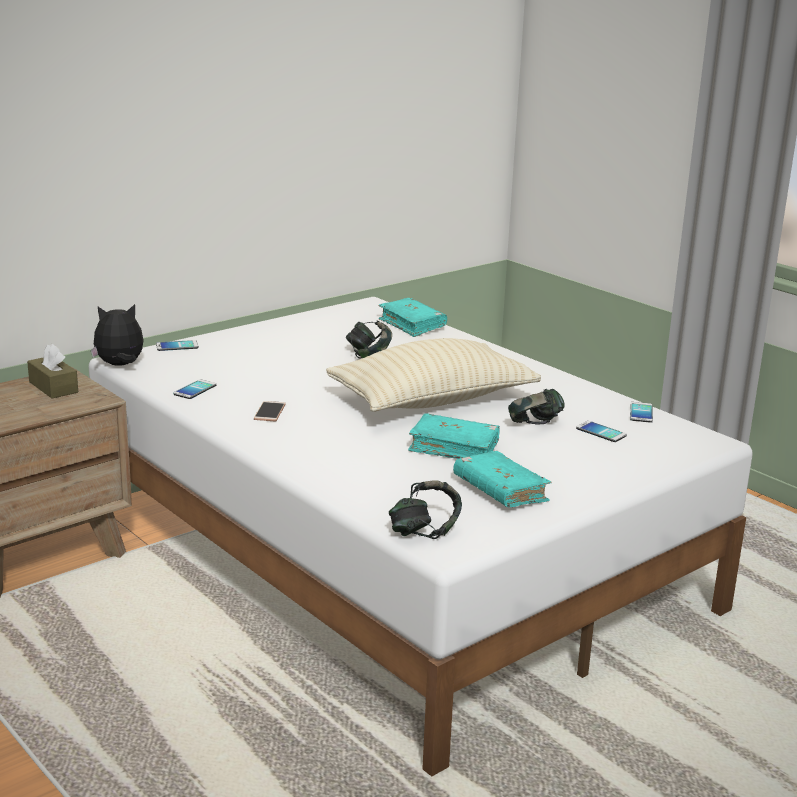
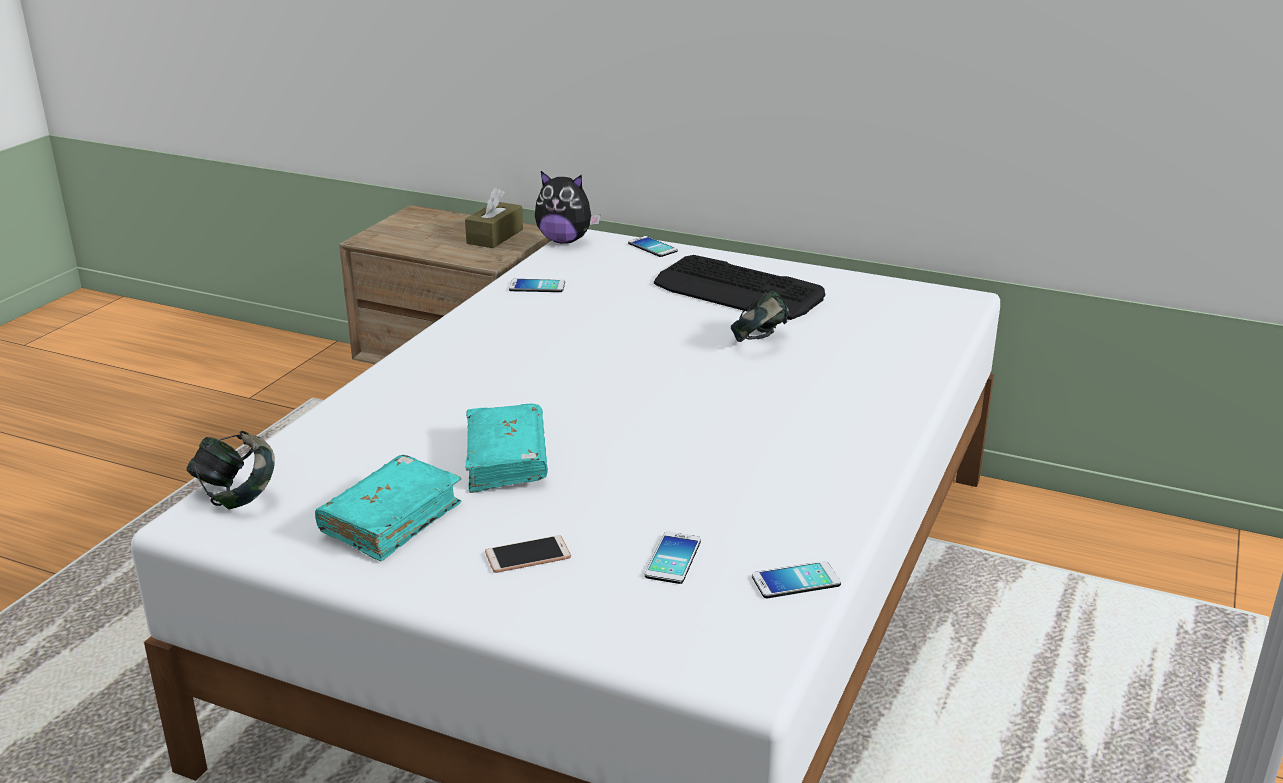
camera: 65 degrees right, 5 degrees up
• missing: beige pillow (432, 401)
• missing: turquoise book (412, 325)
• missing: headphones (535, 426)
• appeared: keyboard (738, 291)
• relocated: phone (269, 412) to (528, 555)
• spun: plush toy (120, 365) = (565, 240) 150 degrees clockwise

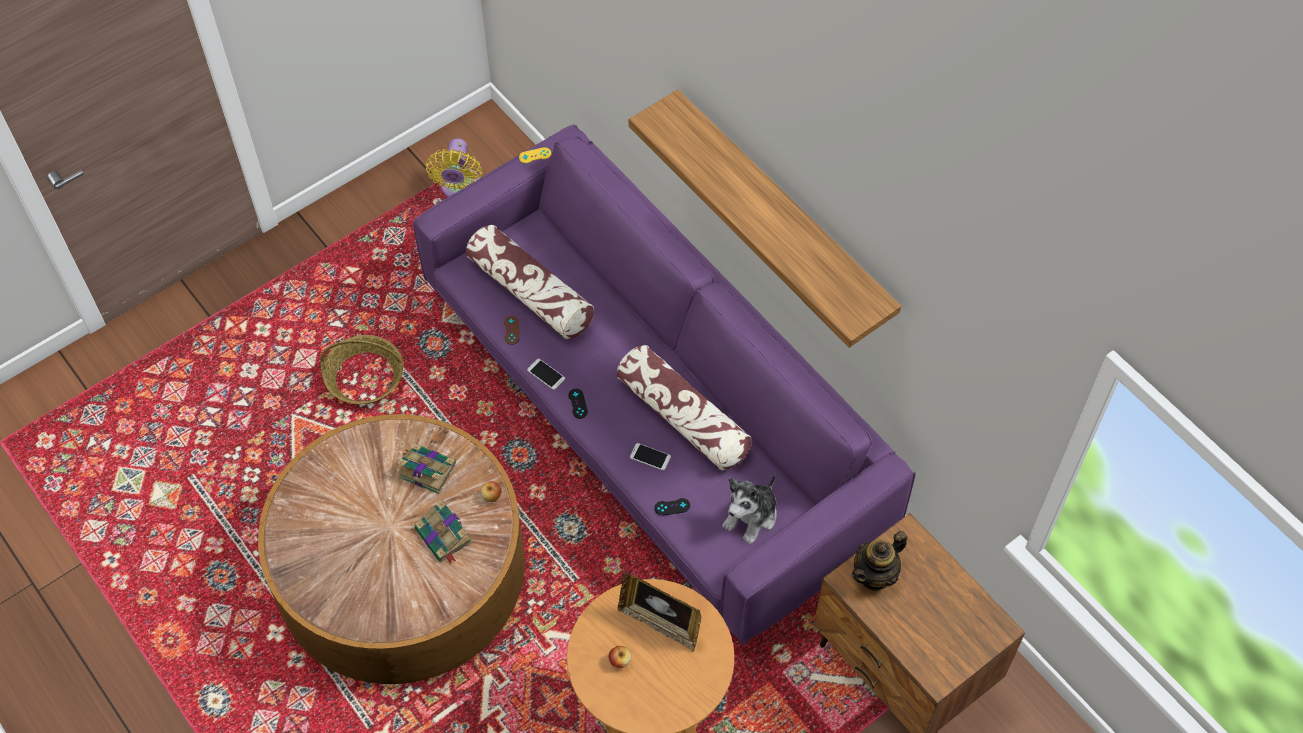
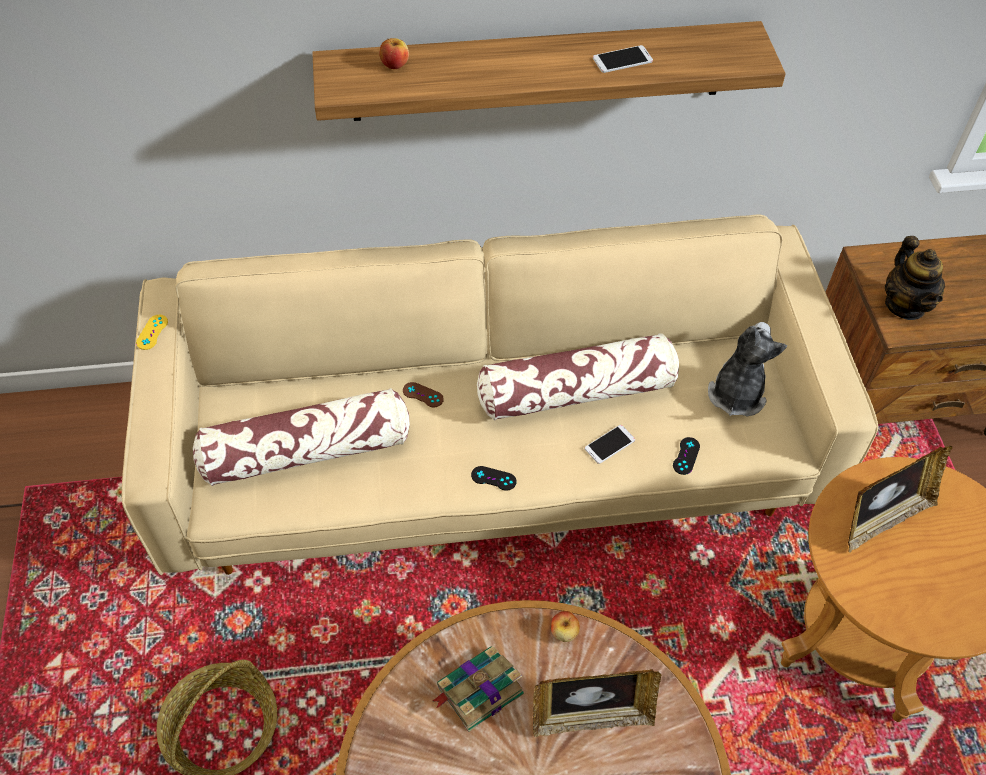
camera: 60 degrees left, 5 degrees down
• missing: yellow fan (460, 189)
• relocated: brown game controller (511, 330) to (423, 395)
• relocated: phone (546, 374) to (622, 60)
• relocated: apple (620, 660) to (394, 65)
• exchanged: book (444, 536) to picture frame (591, 718)
• colour: purple sofa (651, 416) to beige sofa (492, 455)
• spun: plush toy (751, 516) = (736, 393) 135 degrees counterclockwise

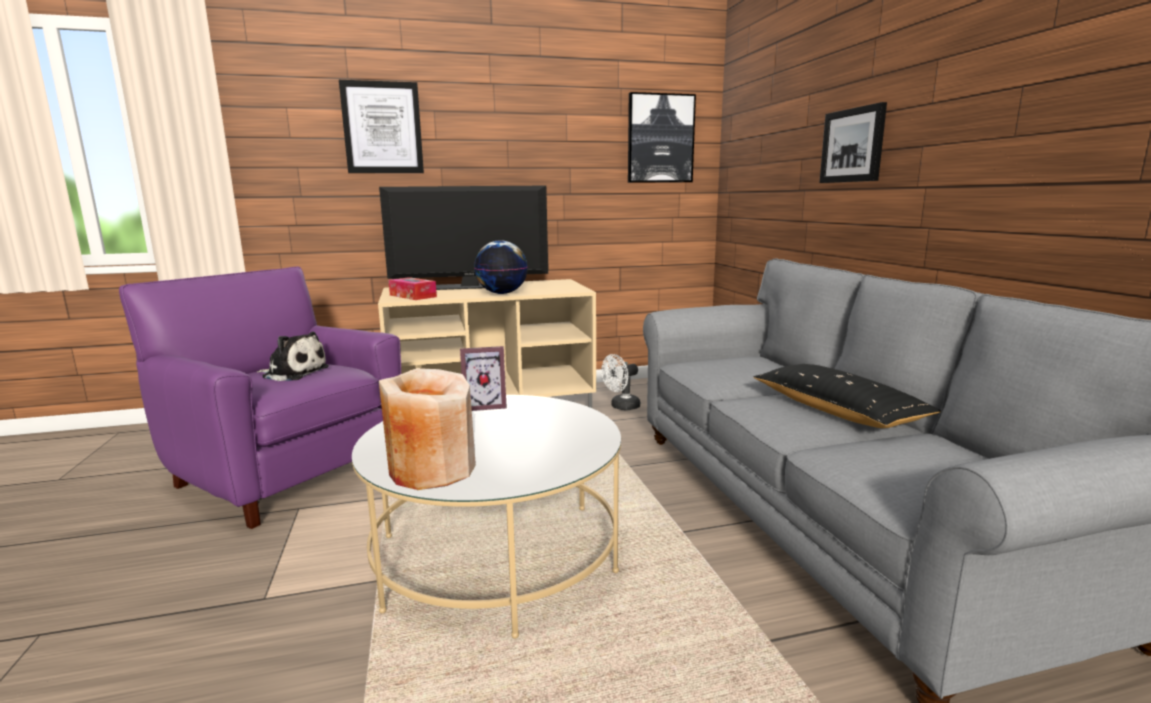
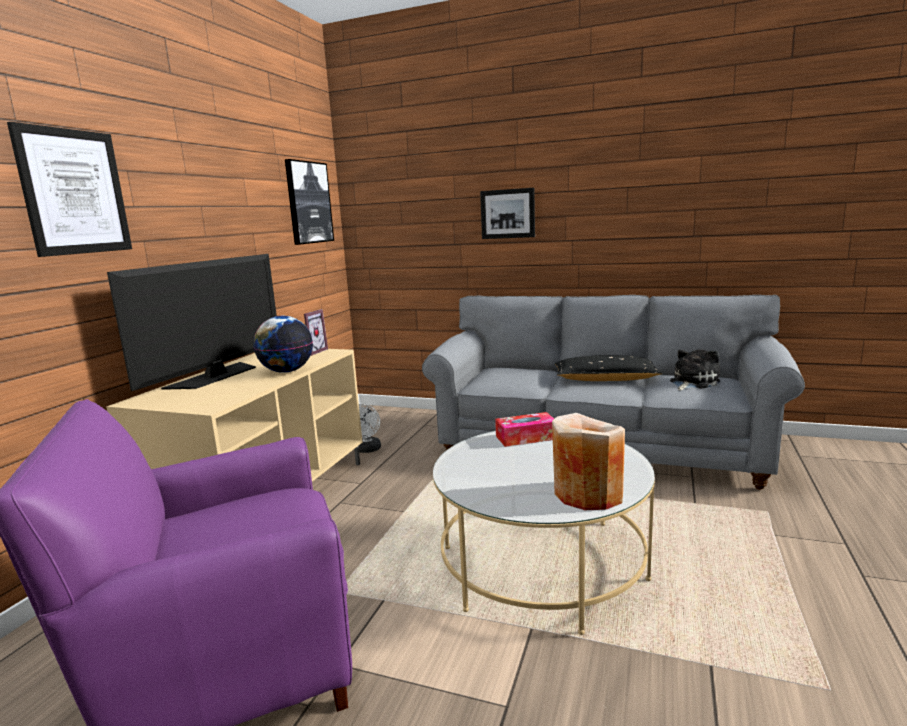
camera: 55 degrees left, 0 degrees up
• relocated: plush toy (293, 373) to (692, 382)
• relocated: tissue box (413, 296) to (526, 437)
• relocated: picture frame (484, 406) to (313, 352)

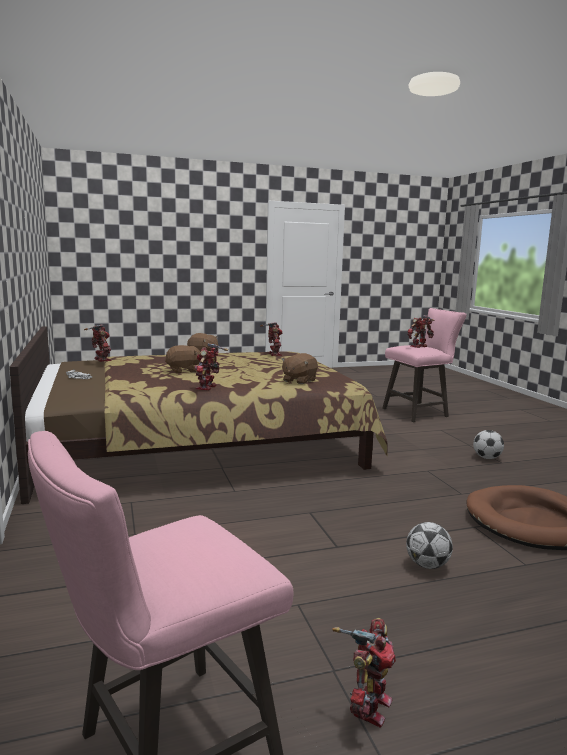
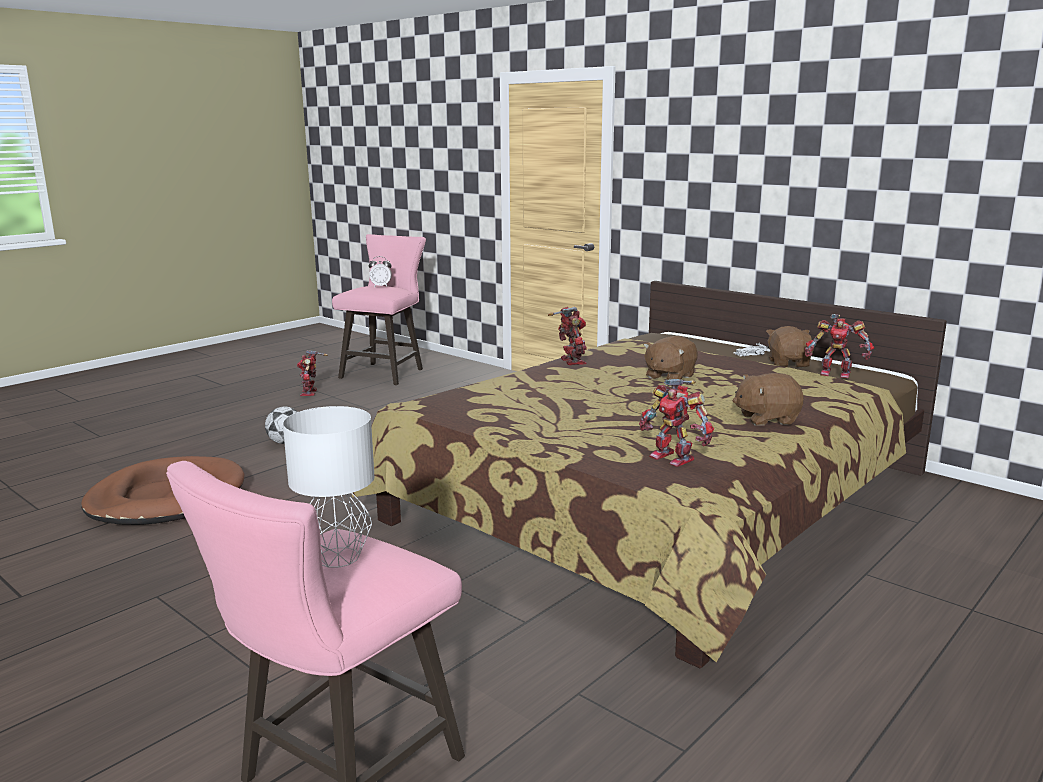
camera: 150 degrees right, 5 degrees up
• missing: football (487, 458)
• appeared: alarm clock (381, 286)
• relocated: brown plush toy (299, 381) to (789, 364)
• exchanged: toy robot (419, 346) to grey table lamp (337, 556)

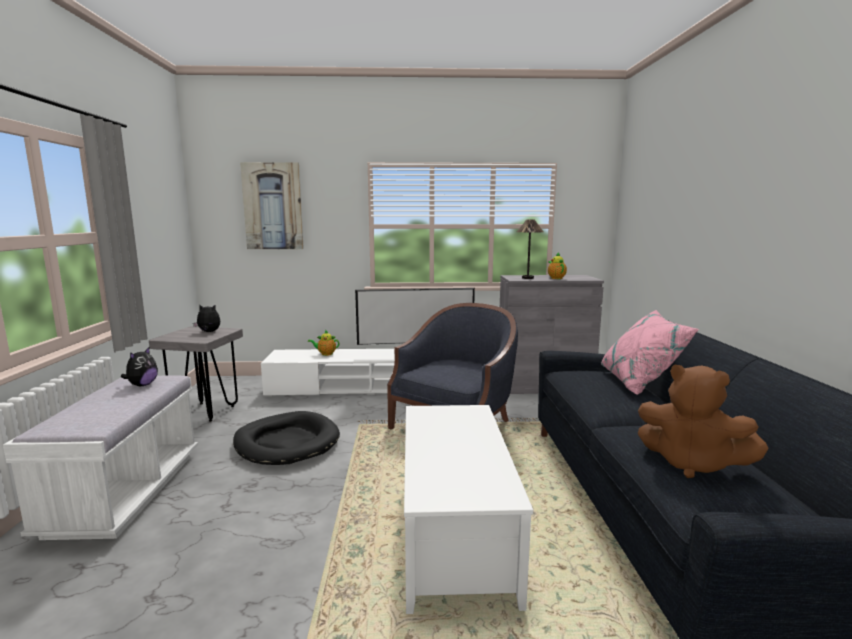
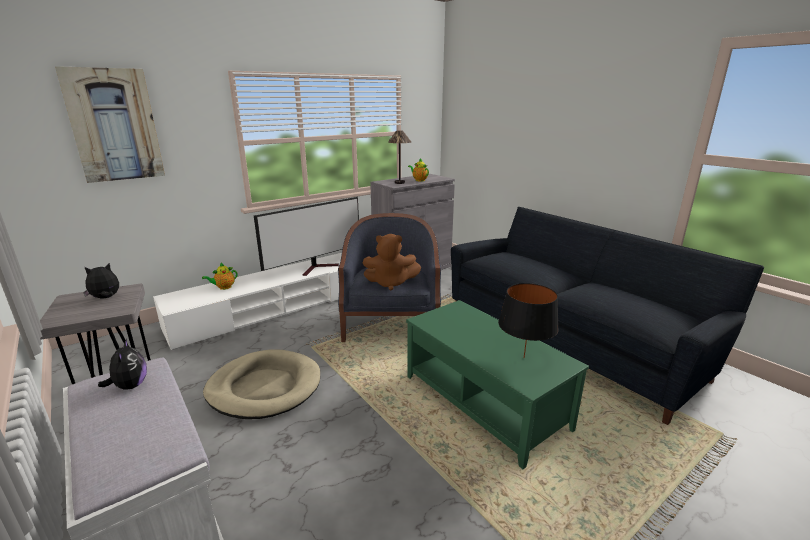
camera: 35 degrees left, 10 degrees up
• missing: pink pillow (640, 383)
• appeared: black table lamp (523, 357)
• relocated: brown plush toy (691, 463) to (390, 283)
• colour: black dog bed (287, 442) to beige dog bed (264, 387)
• colour: white coffee table (456, 531) to green coffee table (485, 401)

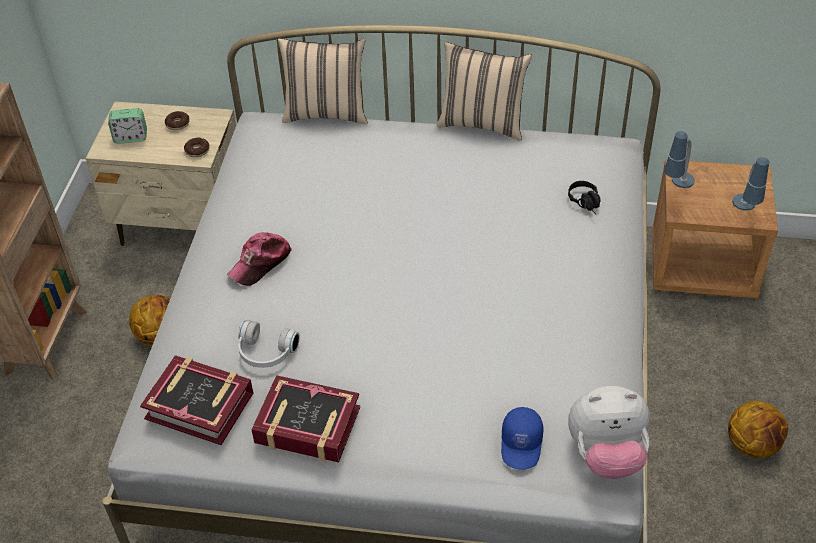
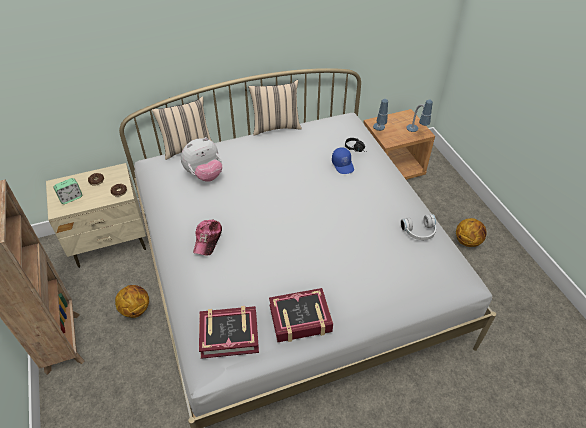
camera: 30 degrees left, 0 degrees up
• relocated: white headphones (265, 353) to (419, 232)
• relocated: blue cap (522, 444) to (343, 165)
• relocated: plush toy (606, 454) to (204, 175)

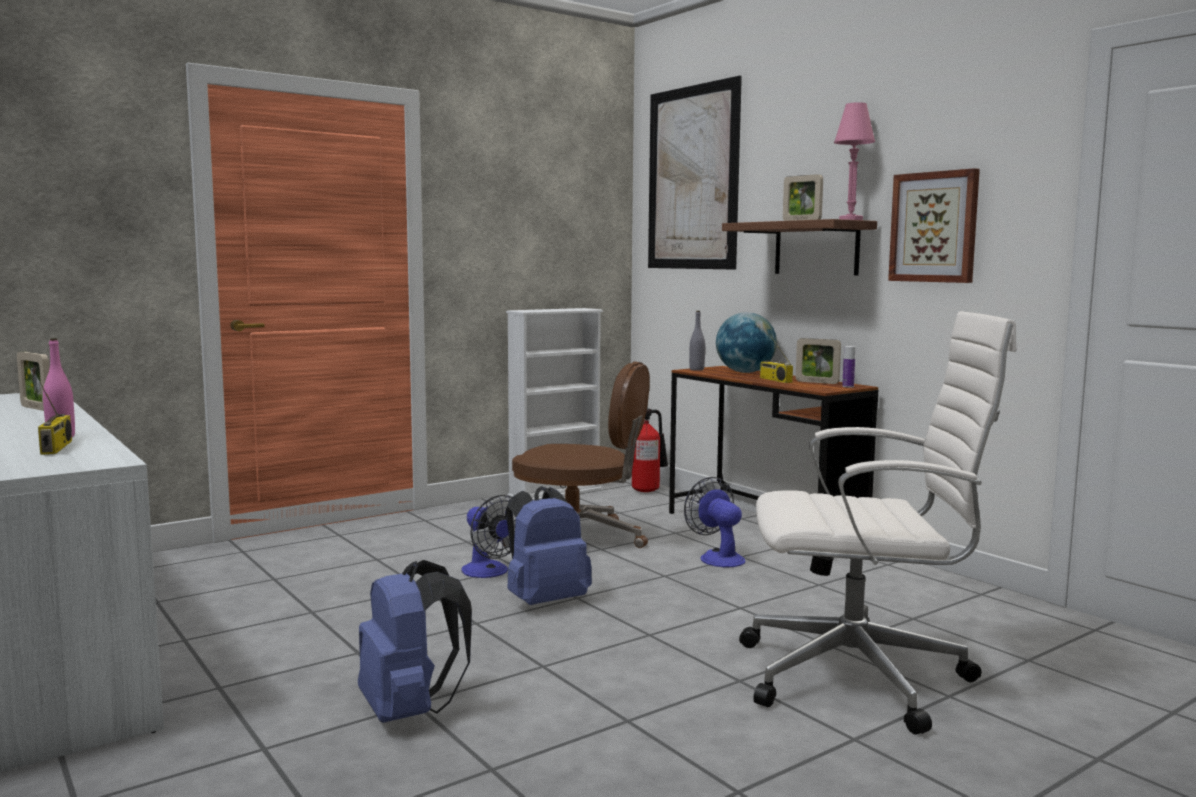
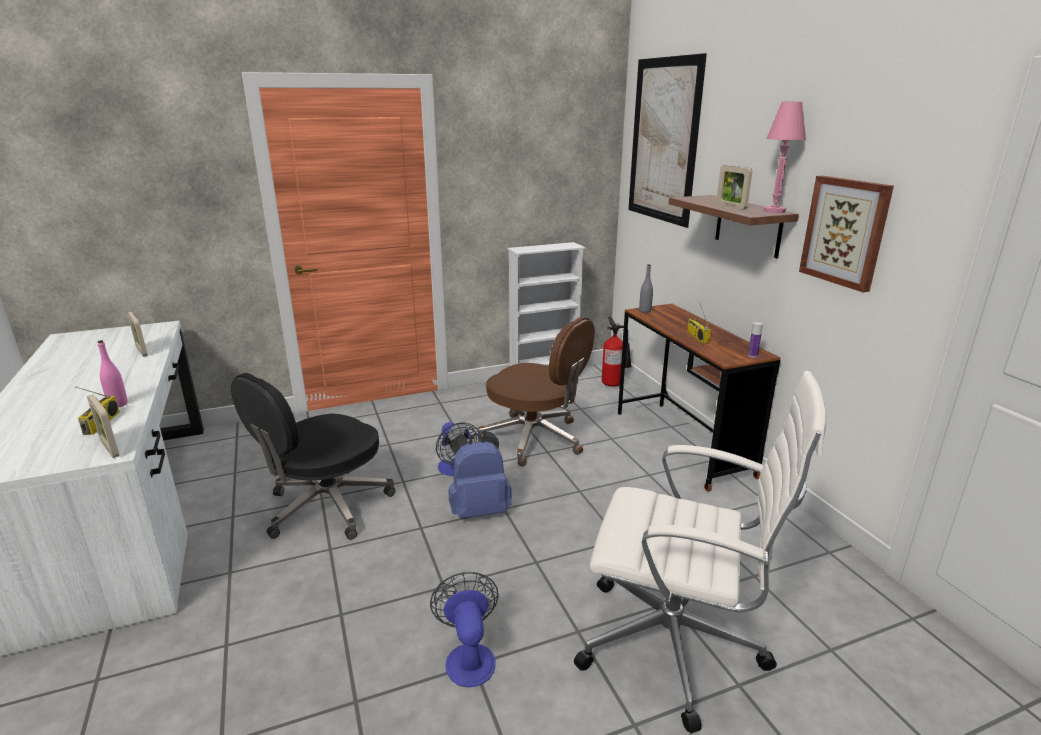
camera: 15 degrees right, 15 degrees up
• missing: blue backpack (410, 711)
• missing: globe (745, 372)
• appeared: black office chair (326, 507)
• relocated: fan (717, 557) to (469, 656)
• relocated: picture frame (817, 382) to (110, 448)

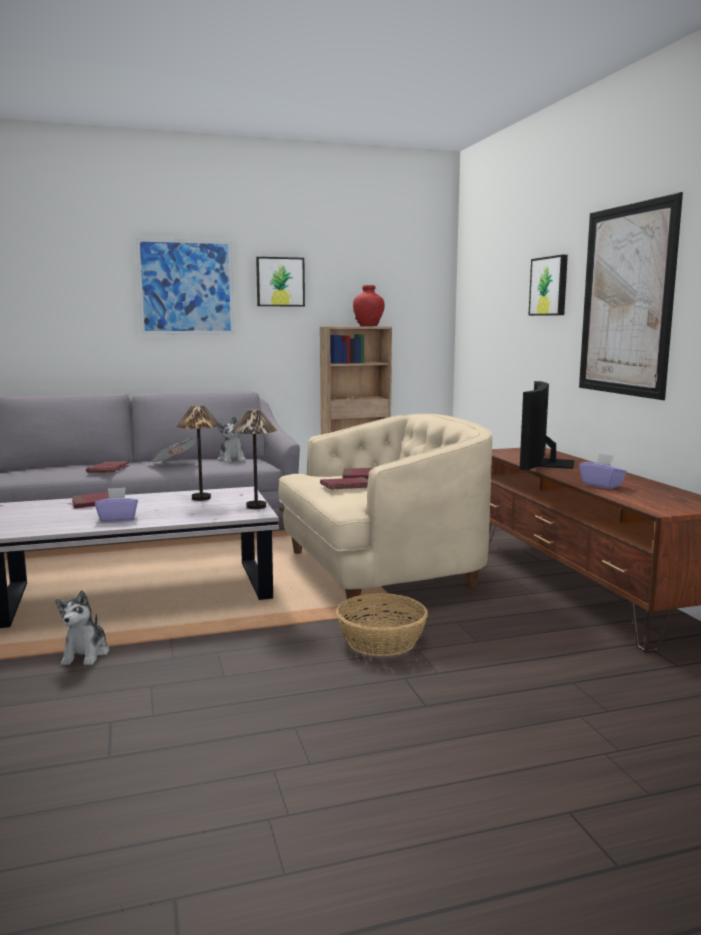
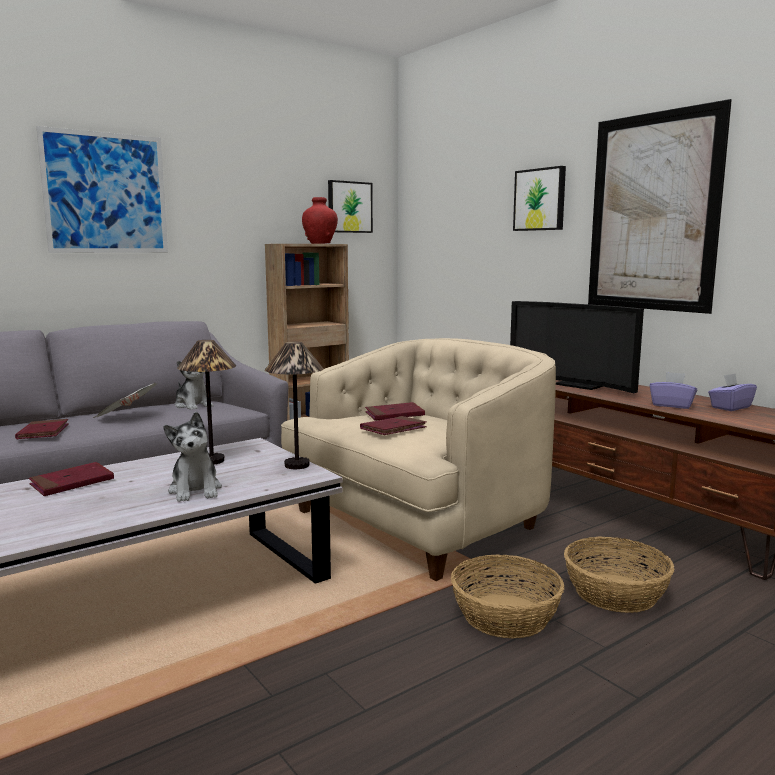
camera: 20 degrees left, 0 degrees up
• appeared: basket (615, 592)
• relocated: plush toy (86, 654) to (195, 490)
• relocated: purple tissue box (118, 518) to (730, 407)
• relocated: picture (280, 282) to (349, 207)
• spun: television (546, 463) = (578, 385) 45 degrees counterclockwise

